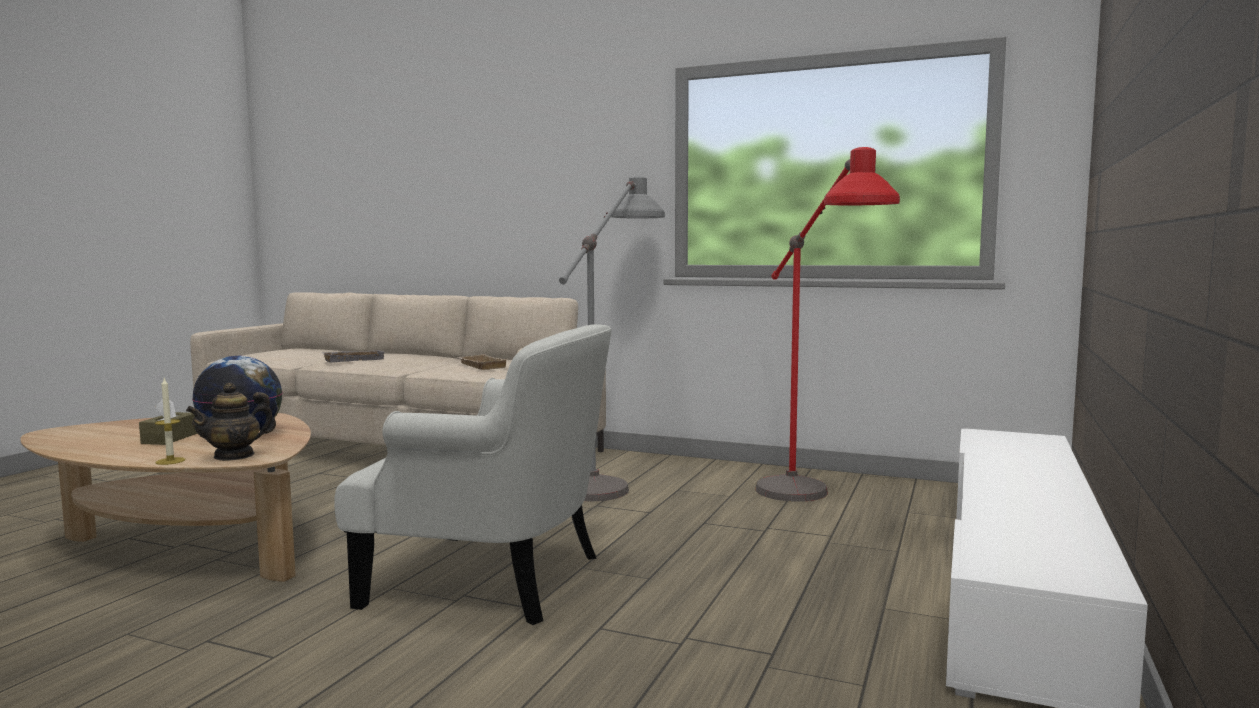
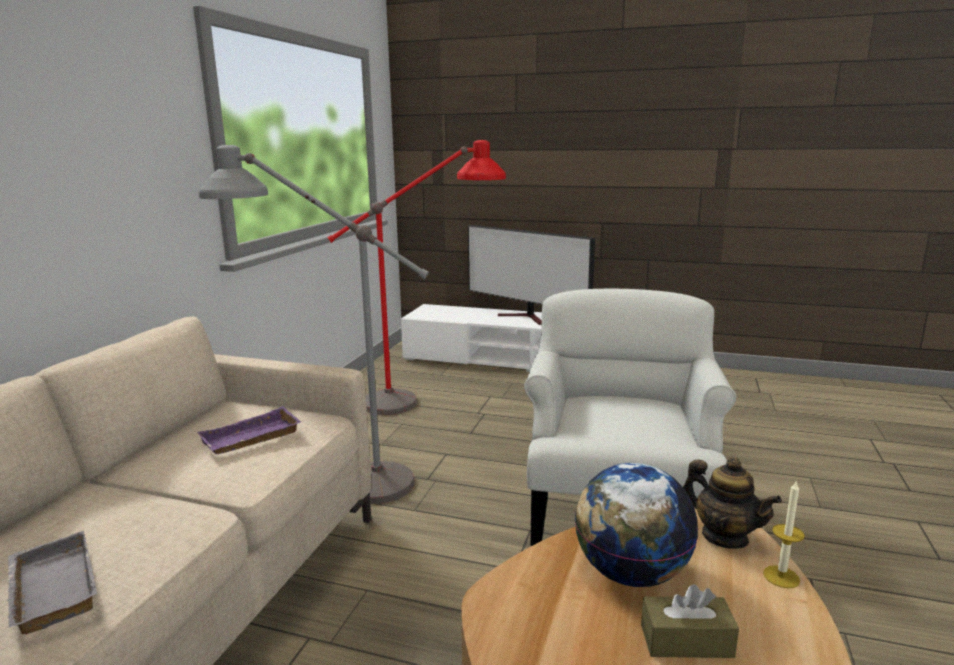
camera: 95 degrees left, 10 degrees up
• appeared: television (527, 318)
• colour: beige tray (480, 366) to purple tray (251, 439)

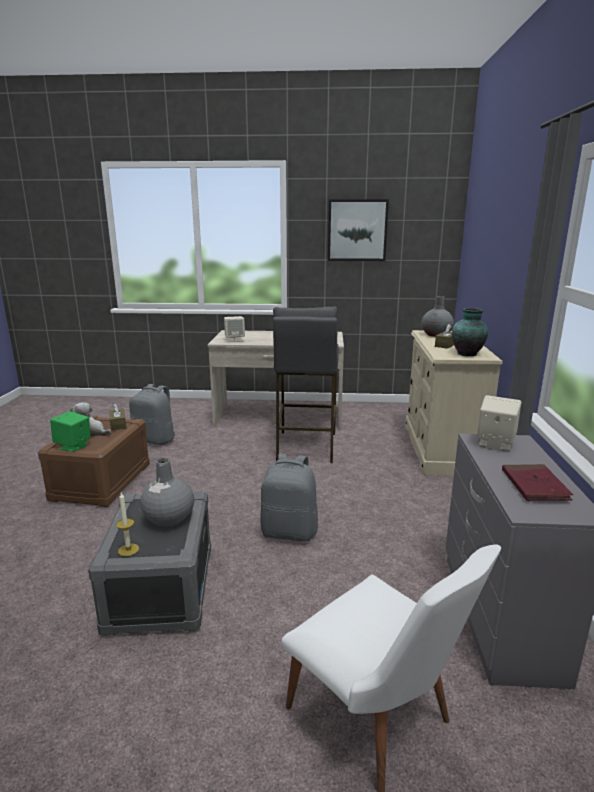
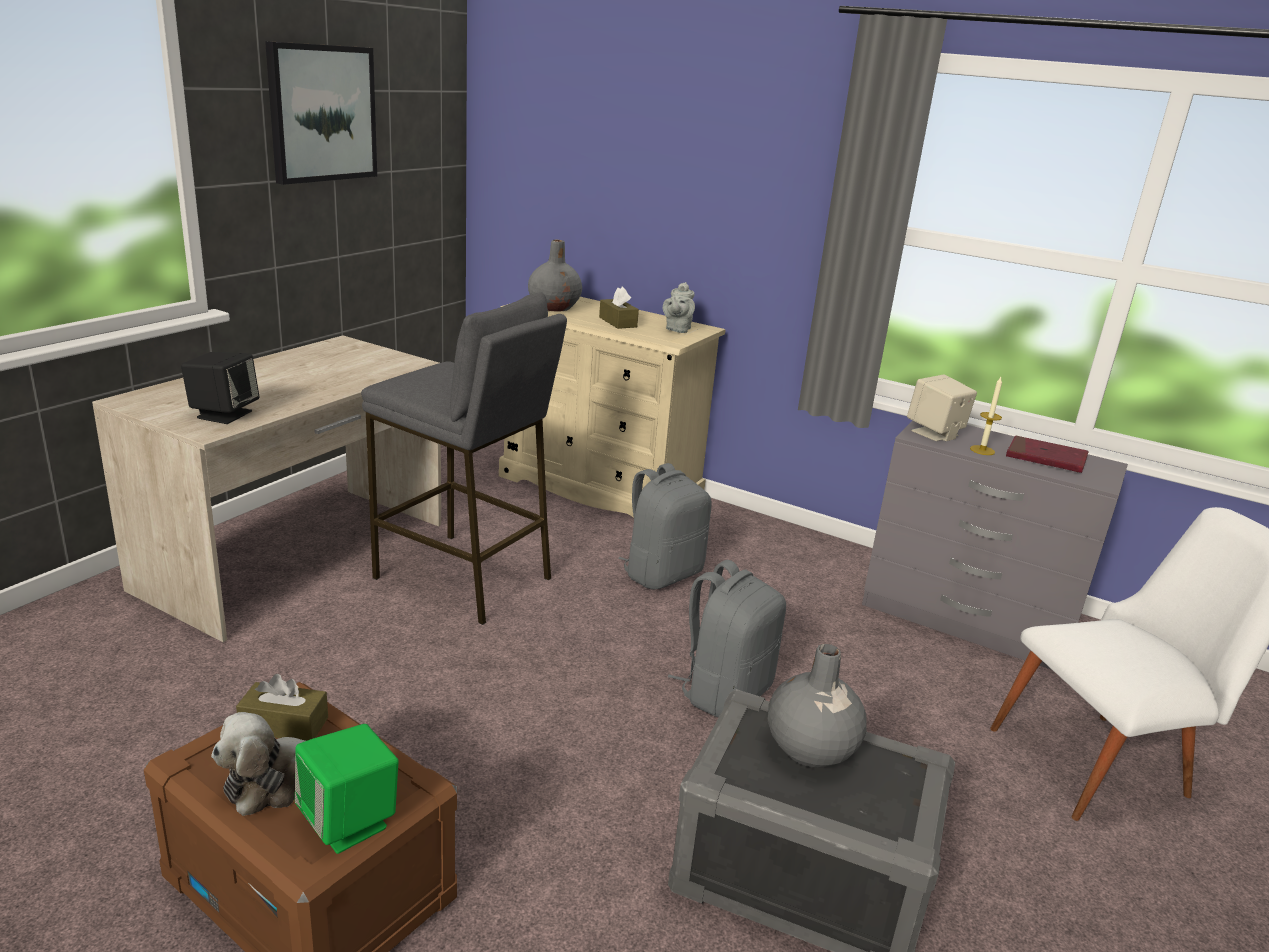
camera: 65 degrees left, 5 degrees up
• relocated: candle (128, 550) to (982, 450)
• relocated: grey backpack (155, 440) to (662, 574)
• exchanged: vase (468, 354) to grey teapot (677, 329)
• colour: beige speaker (234, 340) to black speaker (224, 414)

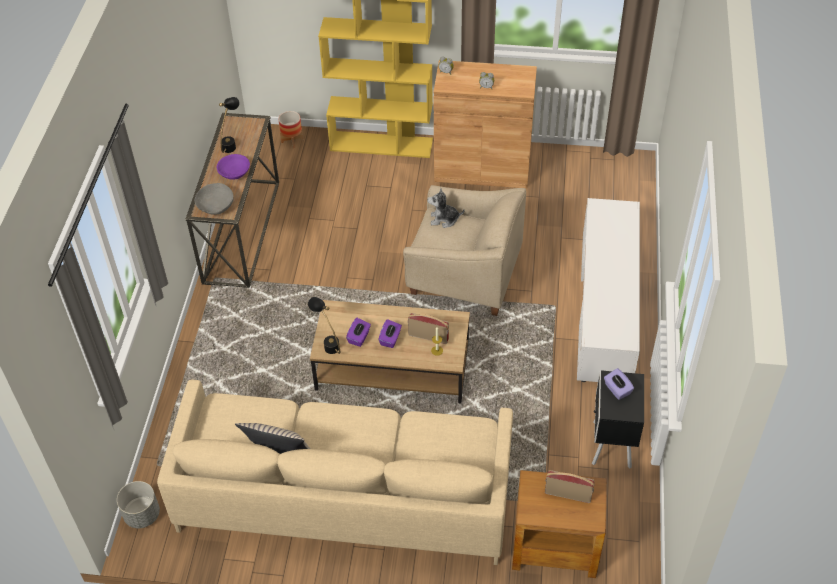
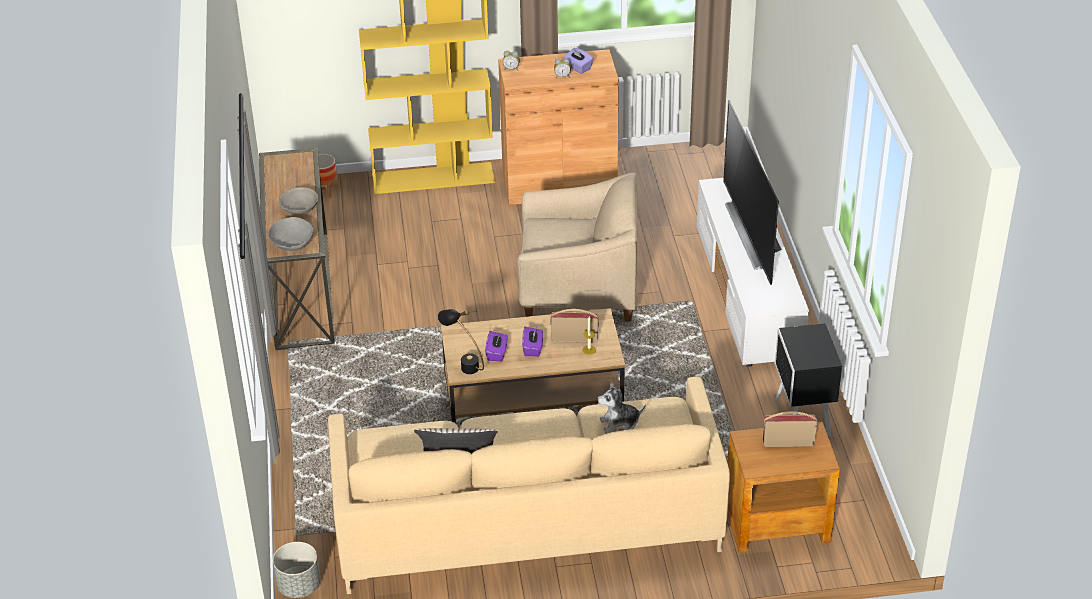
camera: 15 degrees left, 10 degrees down
• missing: black table lamp (231, 143)
• appeared: television (753, 233)
• relocated: plush toy (444, 219) to (619, 423)
• relocated: purple tissue box (617, 390) to (578, 68)
• colour: purple bowl (234, 172) to grey bowl (299, 208)

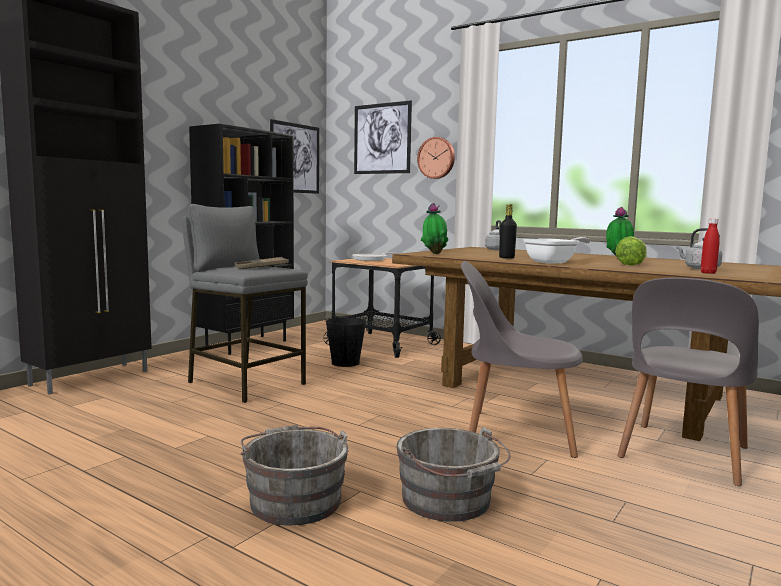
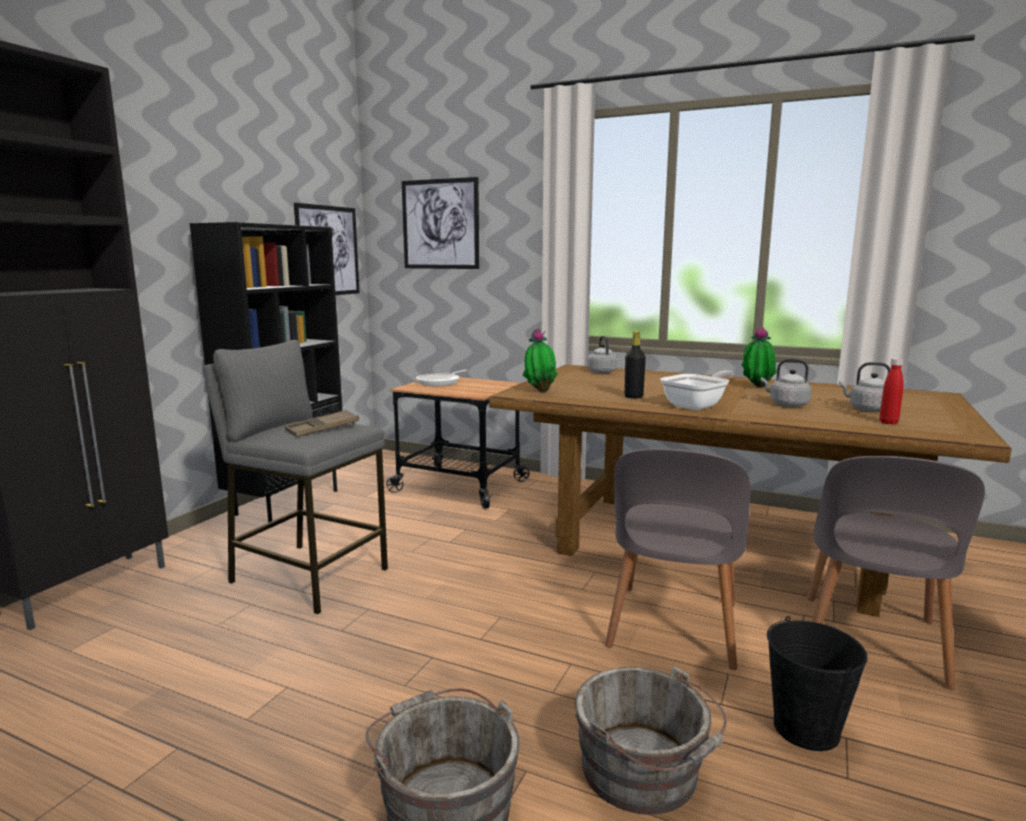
camera: 10 degrees left, 5 degrees up
• missing: wall clock (437, 158)
• relocated: black bucket (345, 363) to (806, 728)
• exchanged: lettuce (631, 264) to grey kettle (786, 404)
• spun: grey chair (514, 432) = (672, 628) 75 degrees counterclockwise

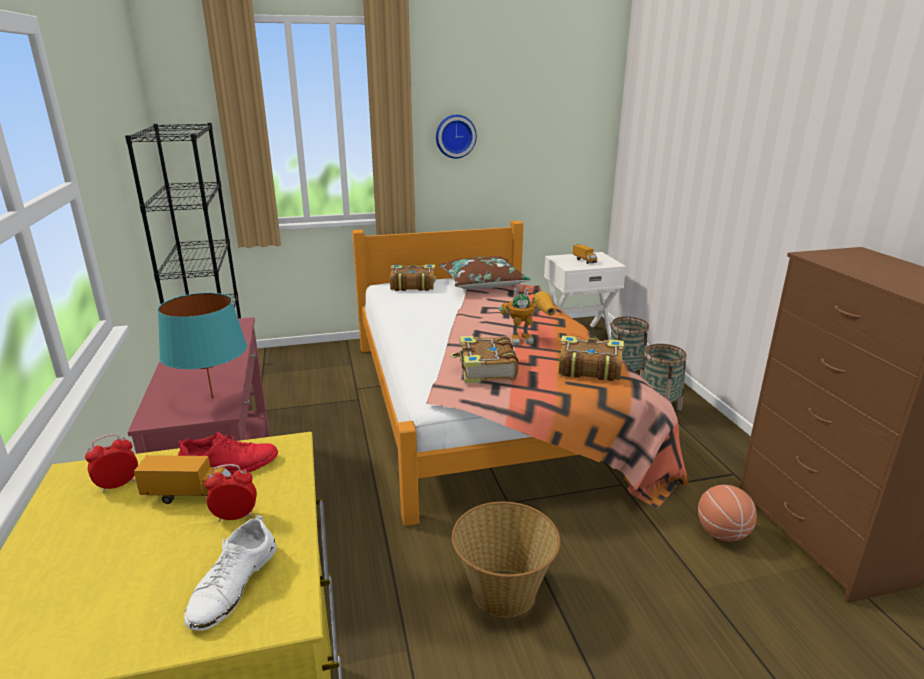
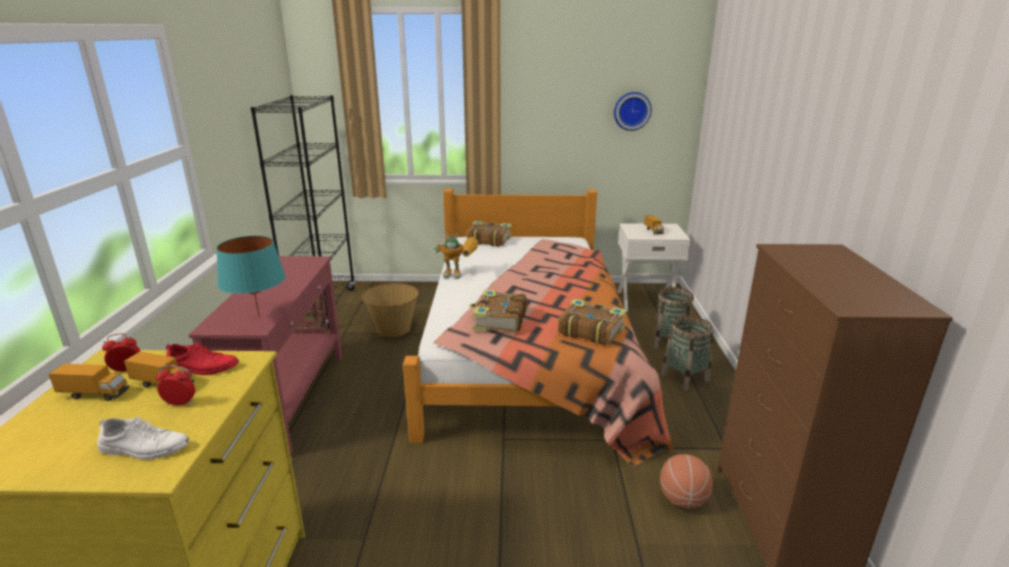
camera: 15 degrees right, 0 degrees up
• missing: brown pillow (482, 283)
• appeared: toy truck (94, 394)
• relocated: wall clock (455, 136) to (631, 111)
• relocated: basket (503, 593) to (393, 329)
• relocated: toy robot (529, 339) to (460, 274)
• spun: white shoe (233, 584) = (144, 448) 120 degrees counterclockwise

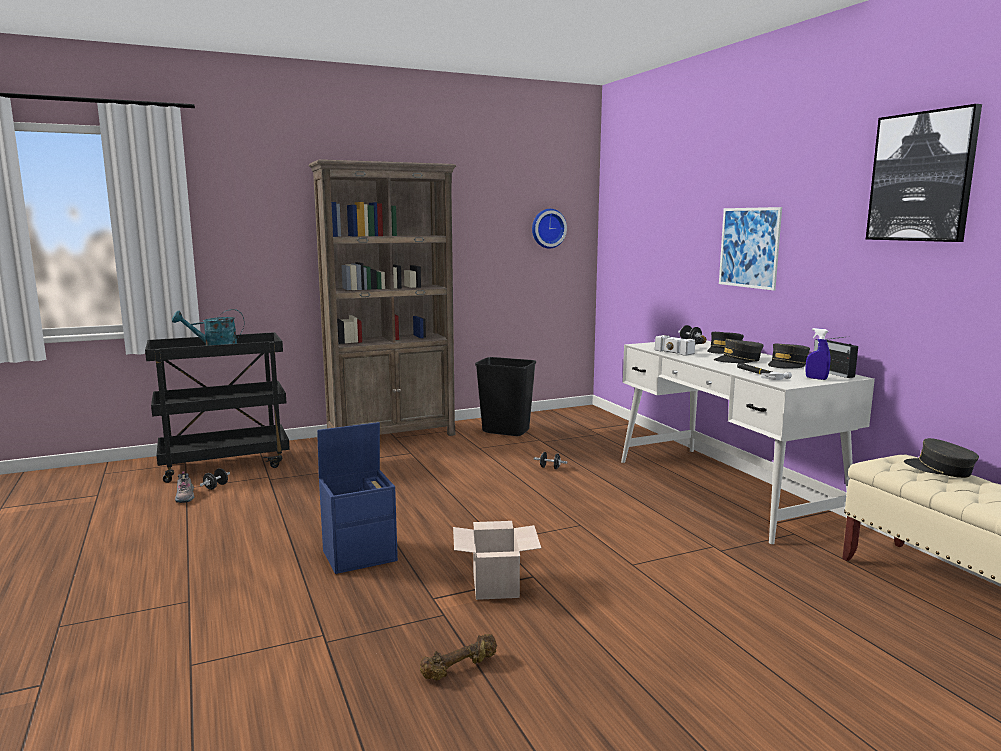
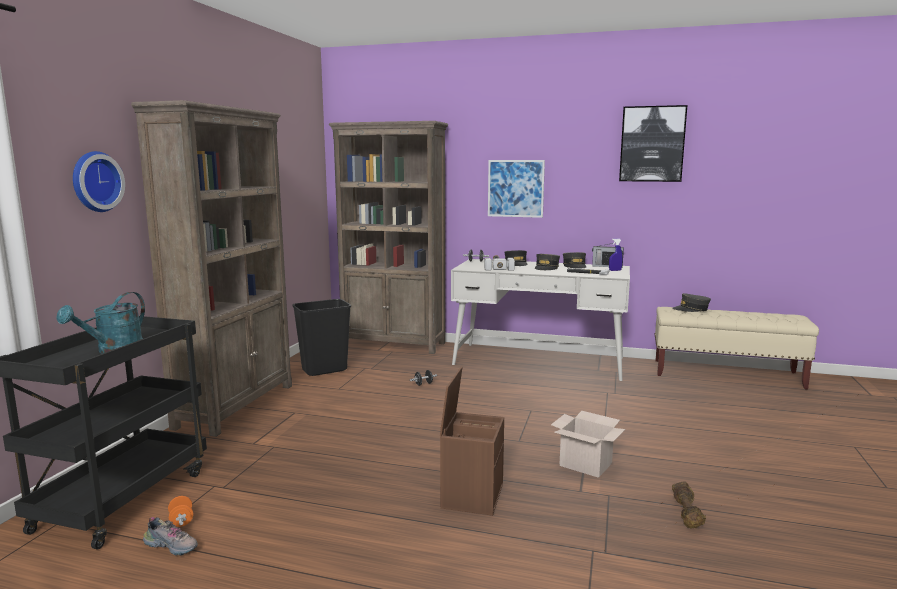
camera: 50 degrees left, 0 degrees up
• appeared: brown bookcase (394, 344)
• relocated: wall clock (548, 228) to (94, 181)
• colour: black dumbbell (216, 487) to orange dumbbell (181, 521)
• colour: blue storage box (361, 555) to brown storage box (471, 495)

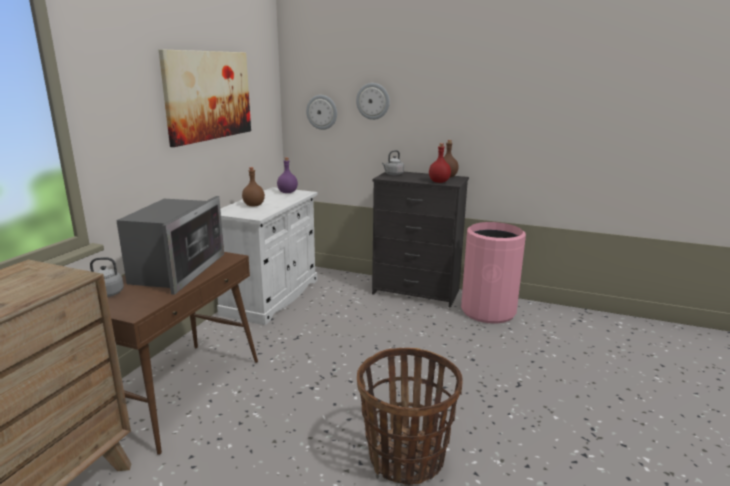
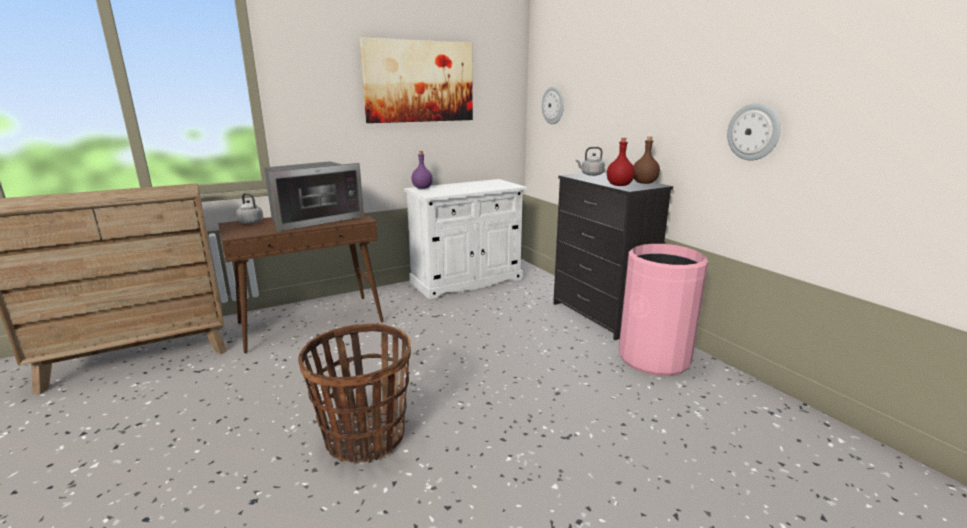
camera: 40 degrees right, 0 degrees up
• missing: brown bottle (253, 205)
• relocated: purple bottle (288, 192) to (422, 188)
• relocated: wall clock (373, 101) to (754, 132)

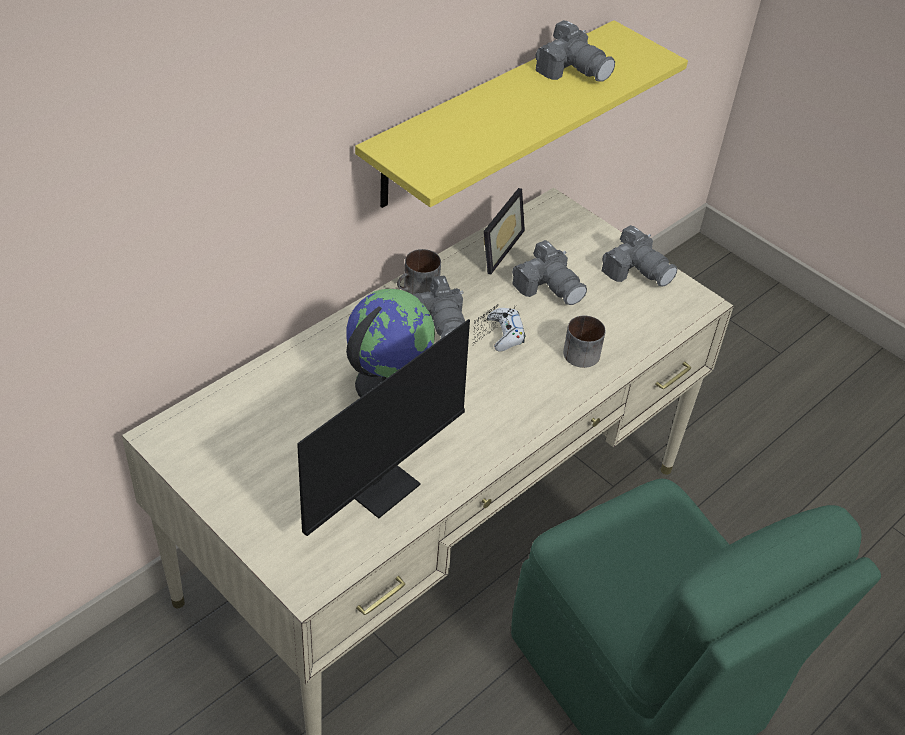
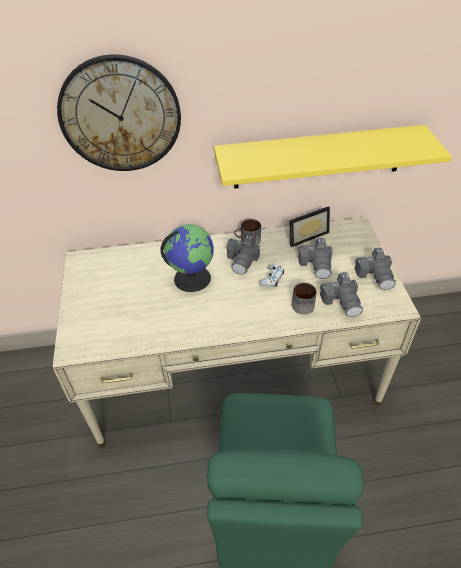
camera: 40 degrees right, 0 degrees up
• missing: monitor (388, 480)
• appeared: wall clock (120, 115)
• relocated: photo camera (572, 69) to (342, 301)

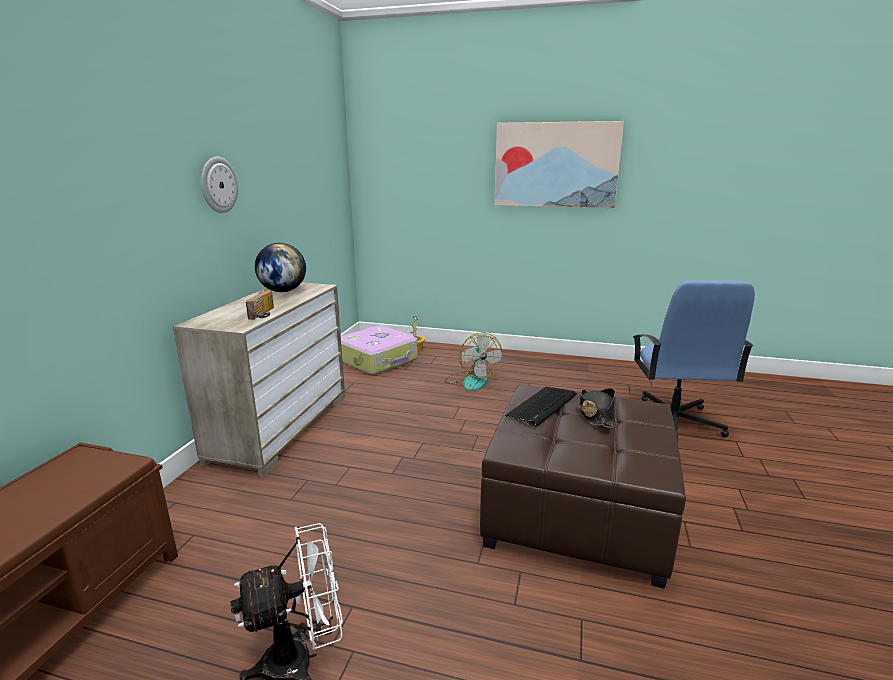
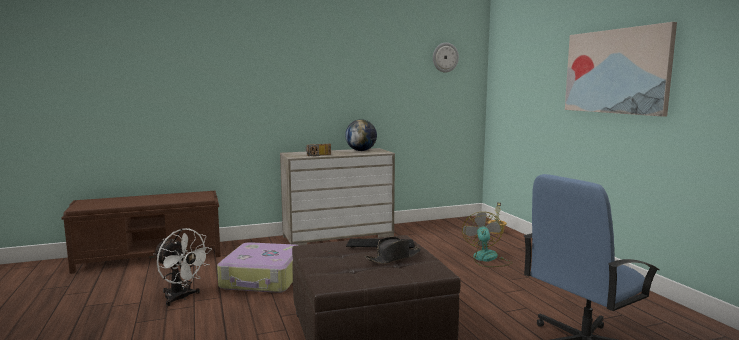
camera: 55 degrees right, 10 degrees down
• relocated: wall clock (218, 185) to (445, 57)
• relocated: suitcase (378, 359) to (263, 279)
• spun: fan (471, 381) = (487, 259) 150 degrees clockwise

